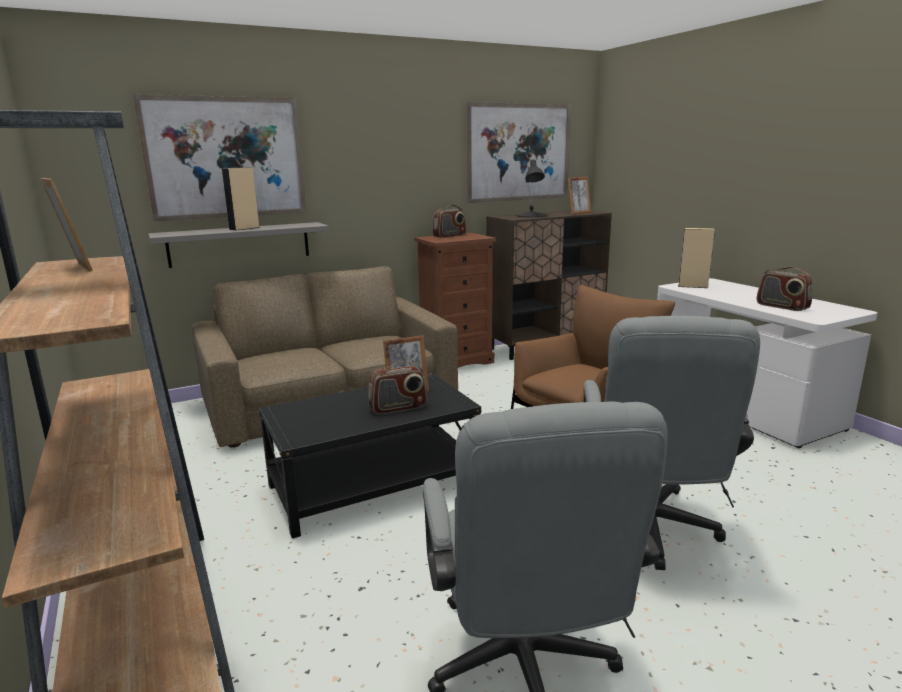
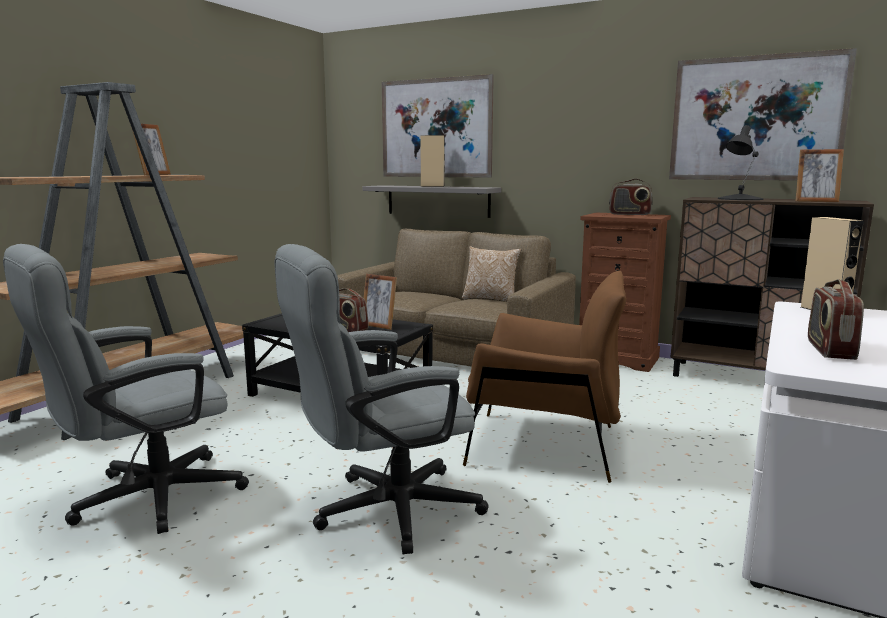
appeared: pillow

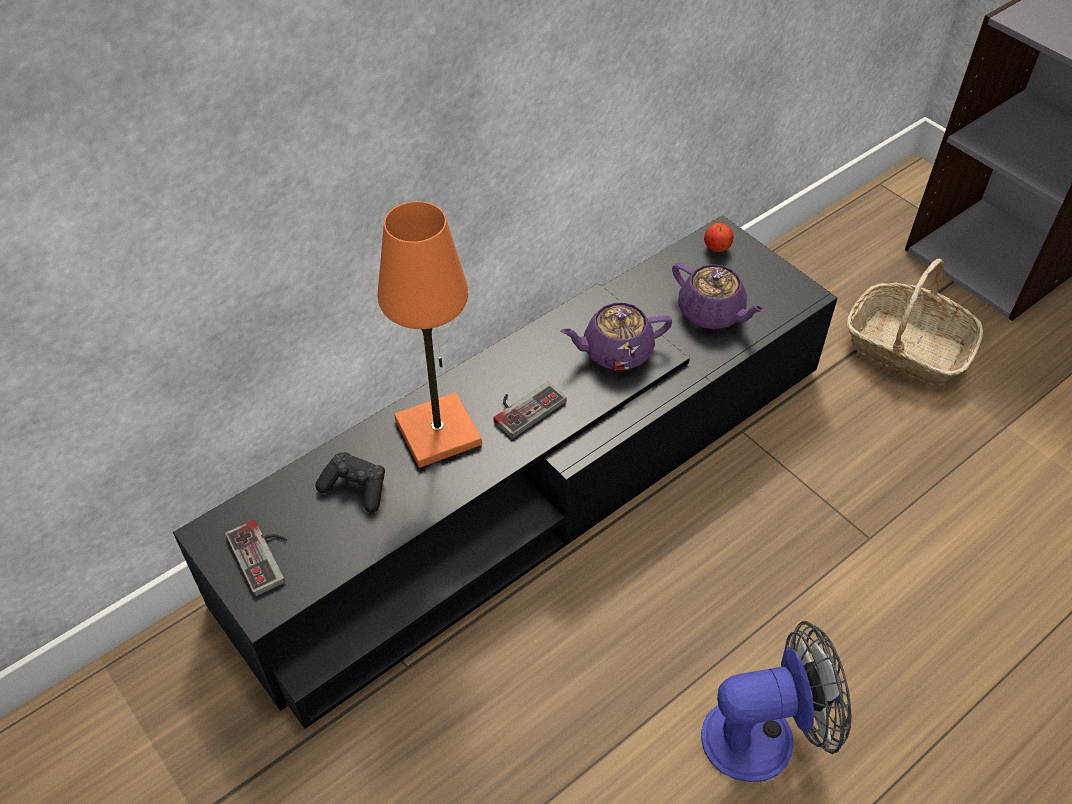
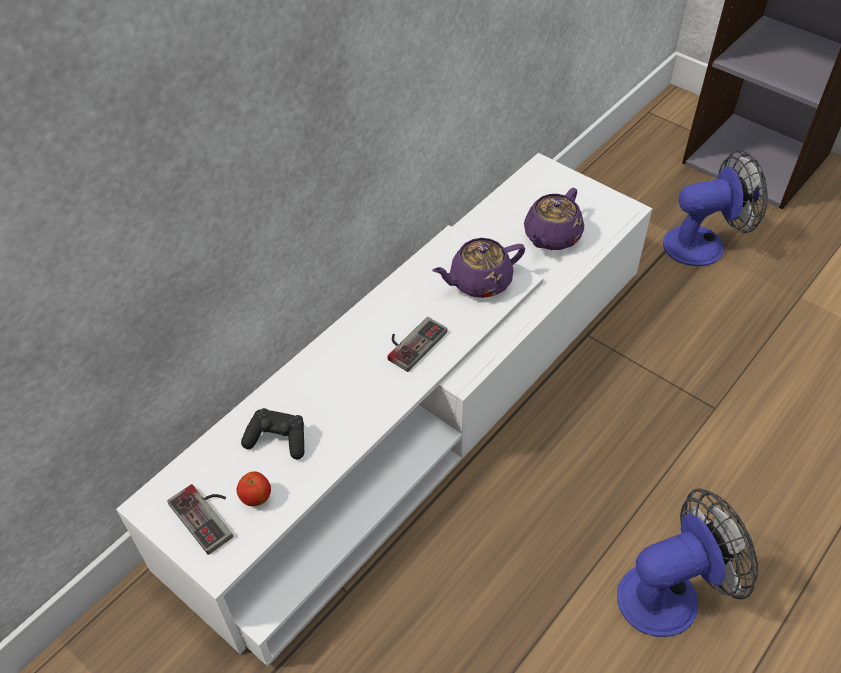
missing: table lamp in orangey
relocated: whole apple
exchanged: household basket to electric fan (no. 2 from left)
colour: tv unit in black to tv unit in whitish
spun: tea pot in purple (no. 2 from left) 90 degrees clockwise

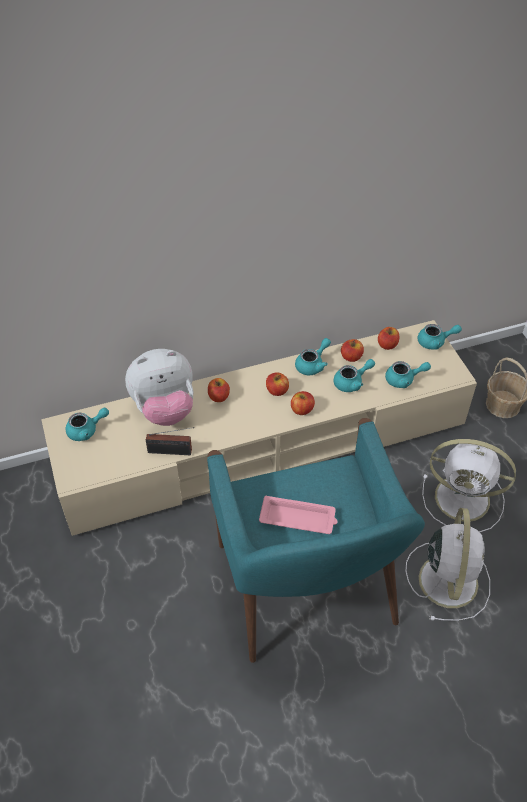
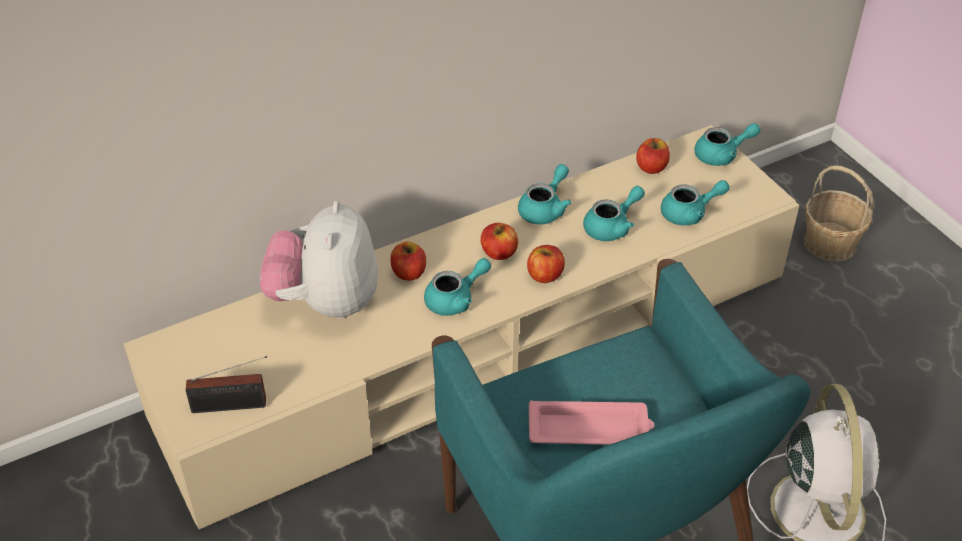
missing: whole apple (no. 4 from left); electric fan in whitish (no. 2 from left)
relocated: radio receiver; tea pot in blue-green (no. 1 from left)
spun: soft toy 120 degrees clockwise

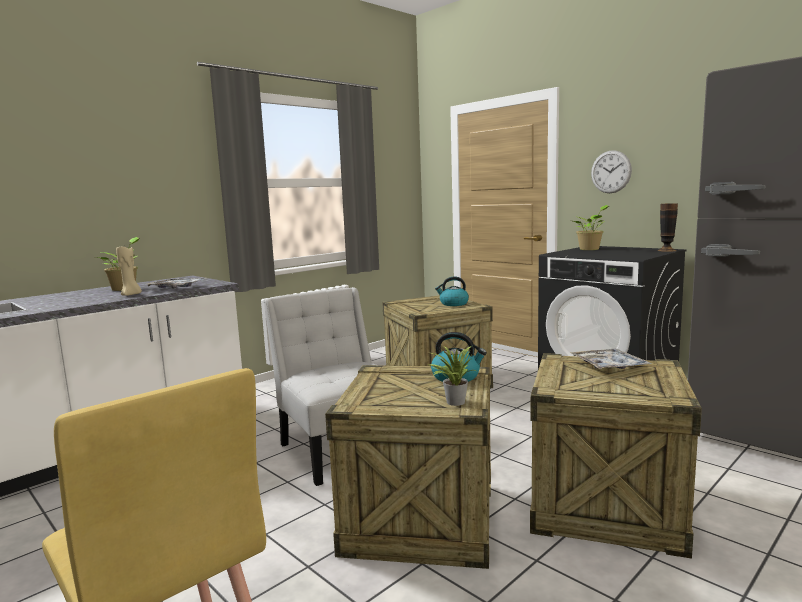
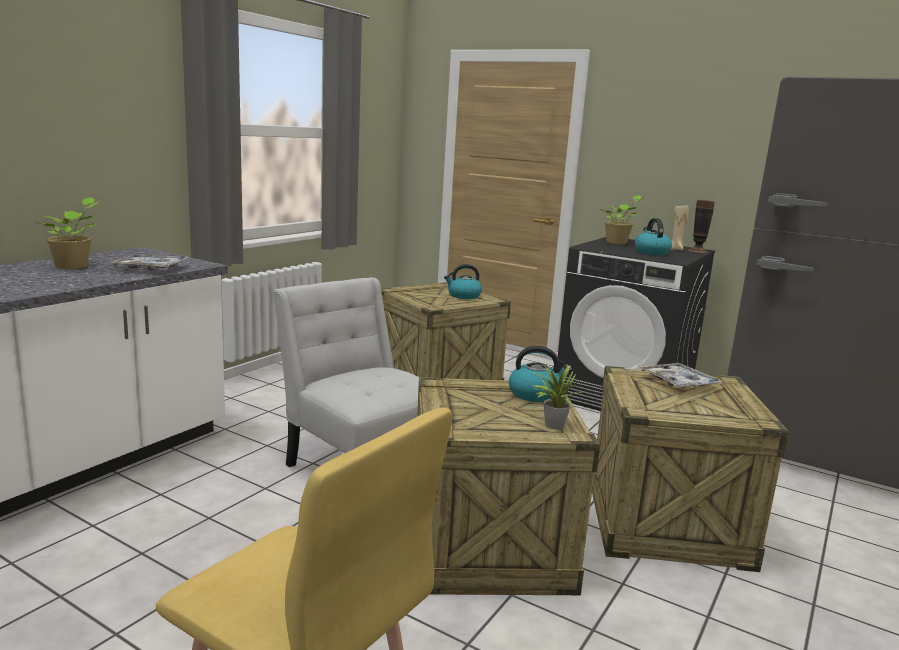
missing: wall clock
appeared: kettle (no. 3 from left)
relocated: wax light in sand-coloured

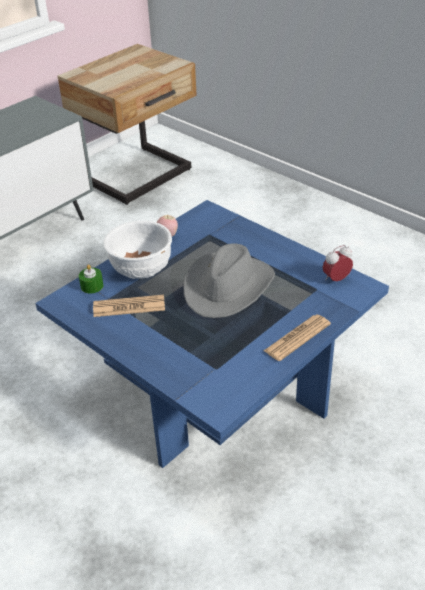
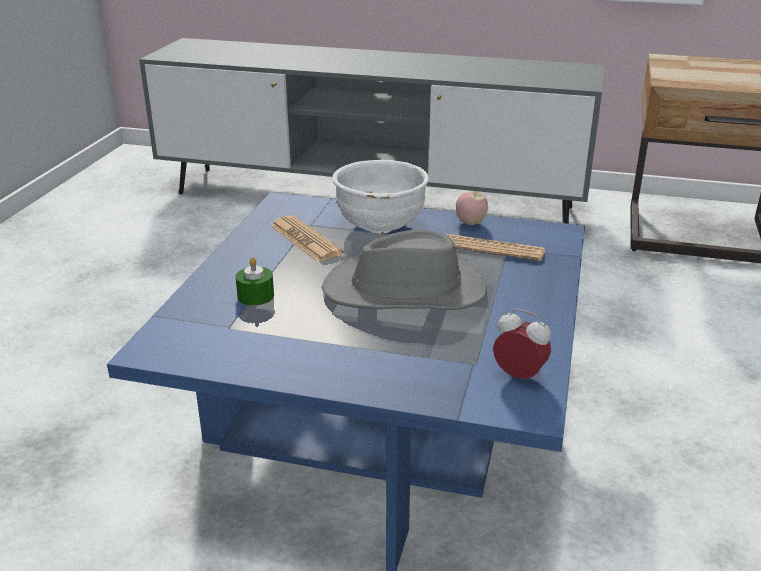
relocated: wax light in green-coloured; daily paper (no. 2 from left)

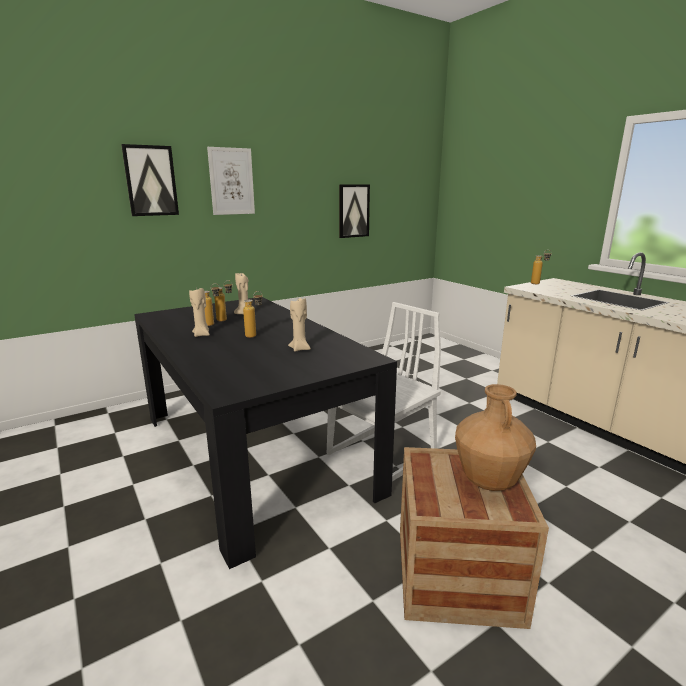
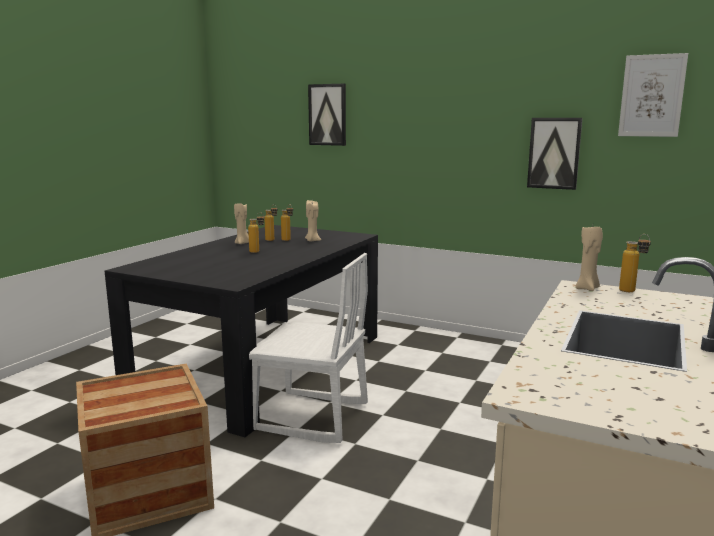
missing: vase in brownish
relocated: wax light in sand-coloured (no. 3 from left); wall art (no. 2 from left in the first image) to wall art (no. 3 from left)

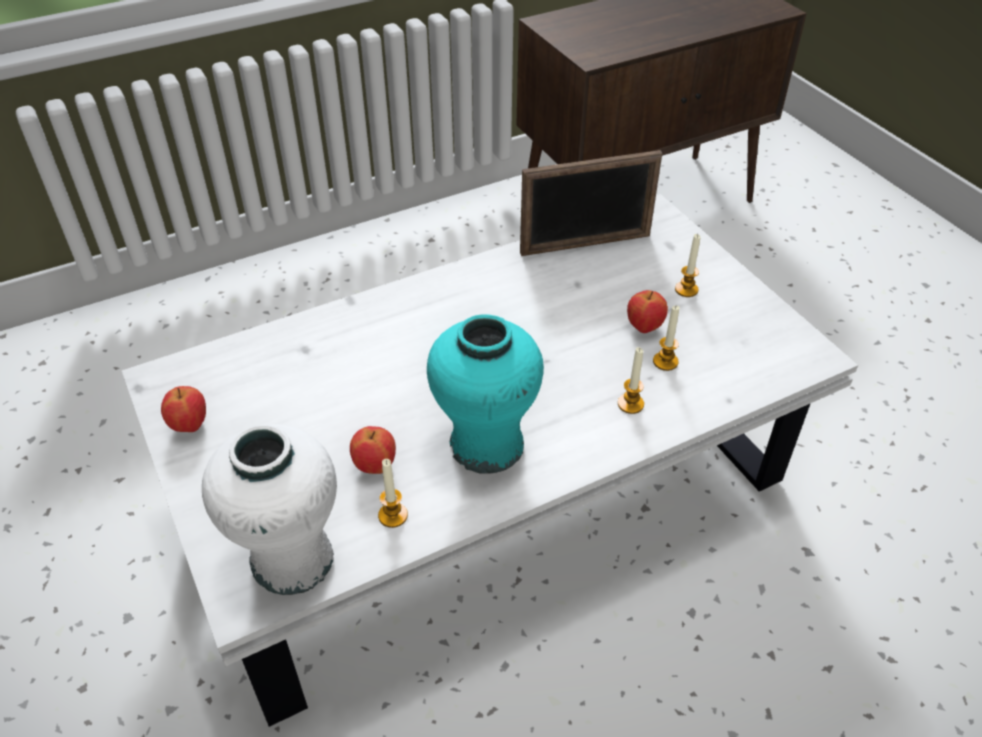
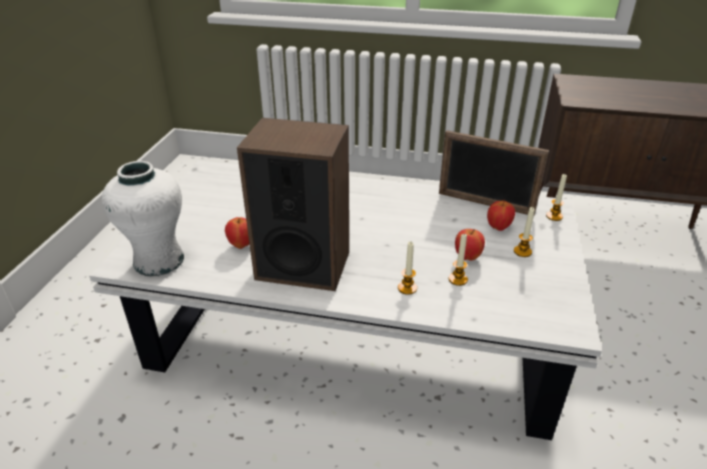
relocated: whole apple (no. 1 from left in the first image) to whole apple (no. 3 from left); wax light (no. 1 from left in the first image) to wax light (no. 4 from left)
exchanged: vase in blue-green to loudspeaker

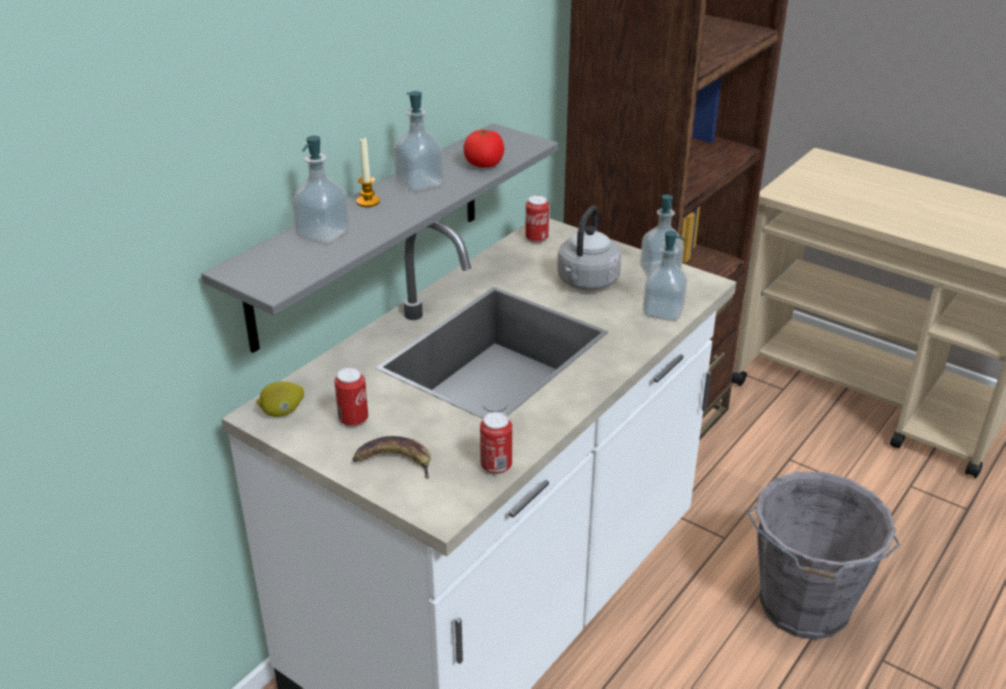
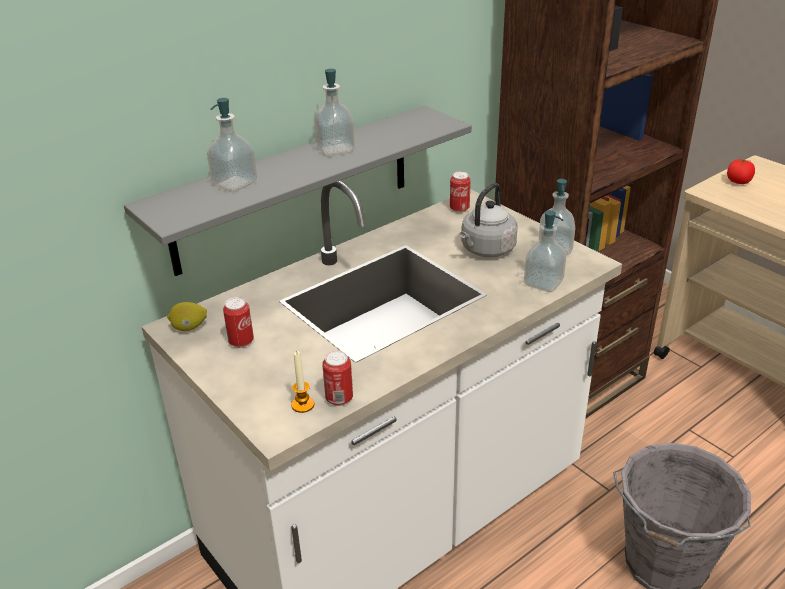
missing: banana fruit
relocated: wax light; fresh tomato

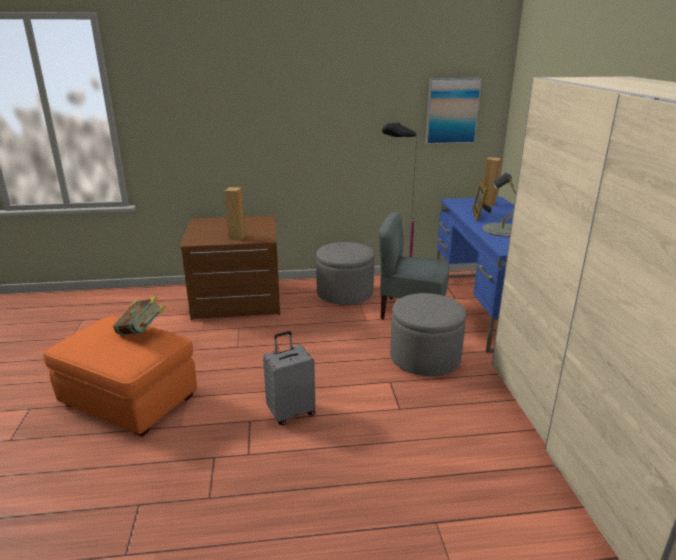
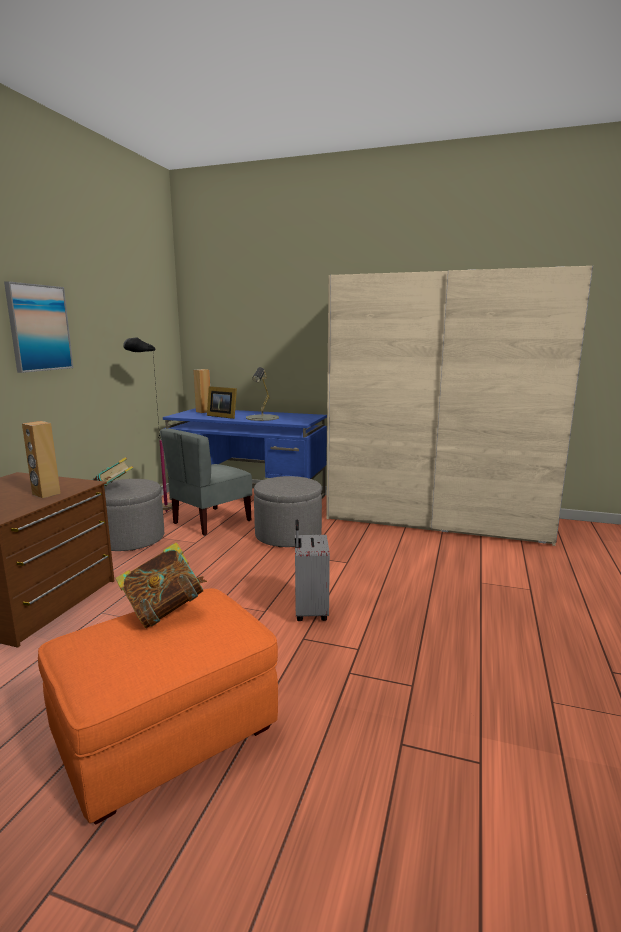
appeared: book (no. 1 from left)
relocated: wall art

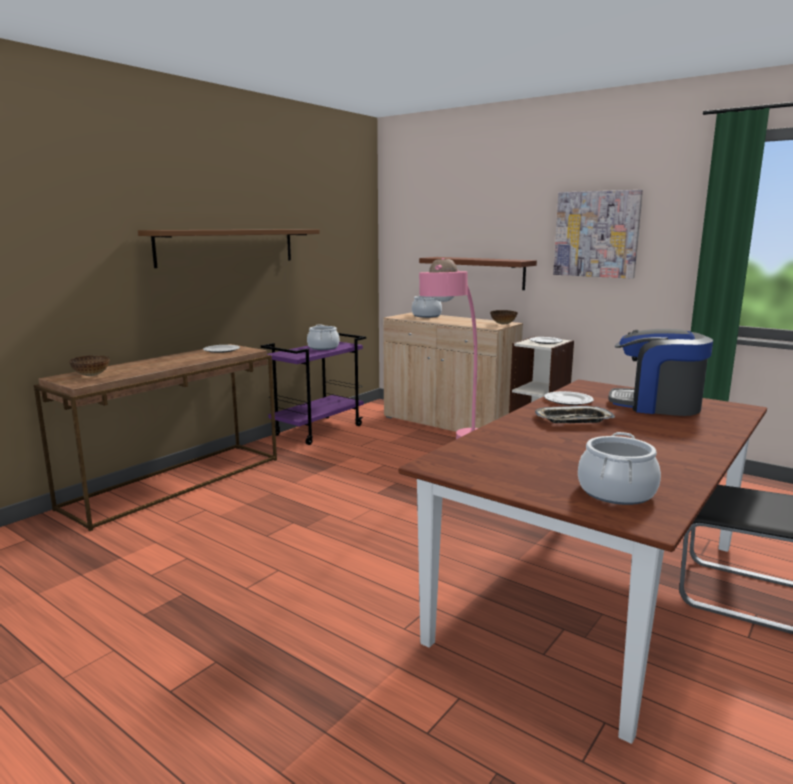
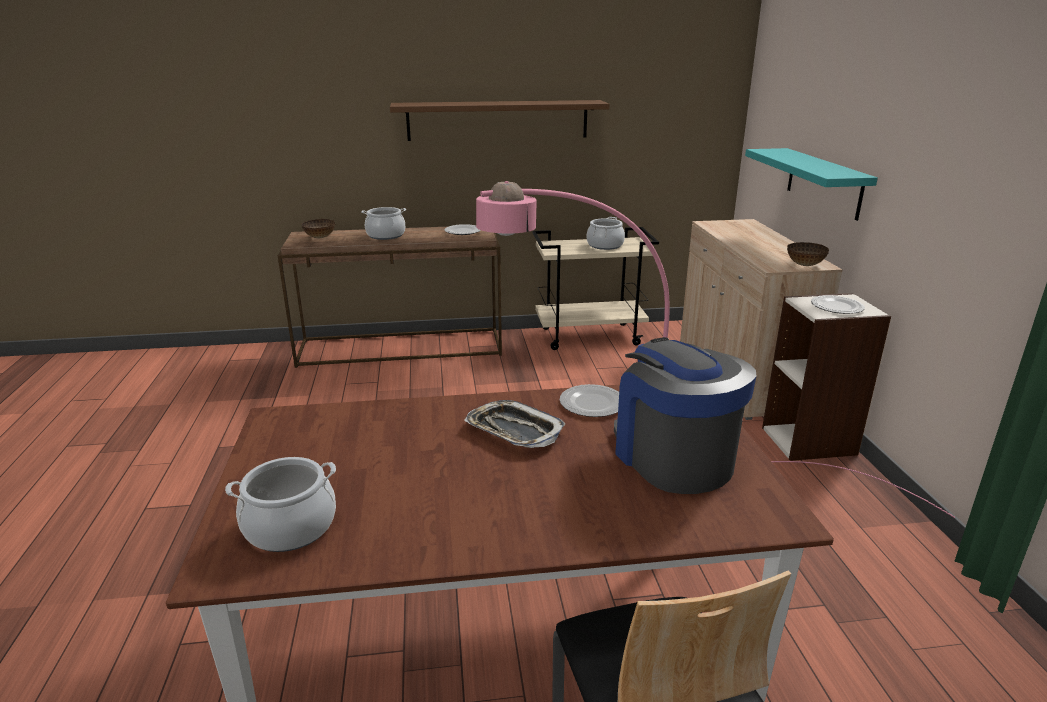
missing: wall art
relocated: saucepot (no. 2 from left)
colour: trolley in purple to trolley in sand-coloured; bracket shelf in brownish (no. 2 from left) to bracket shelf in blue-green

